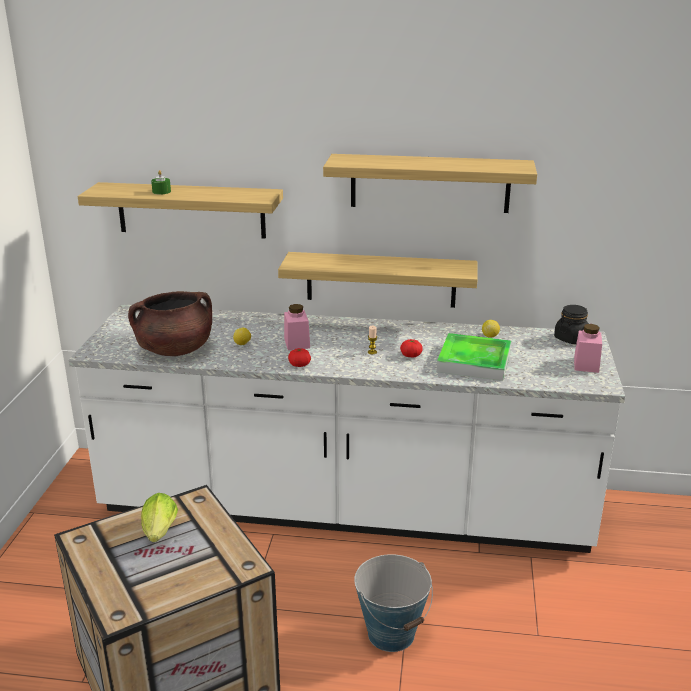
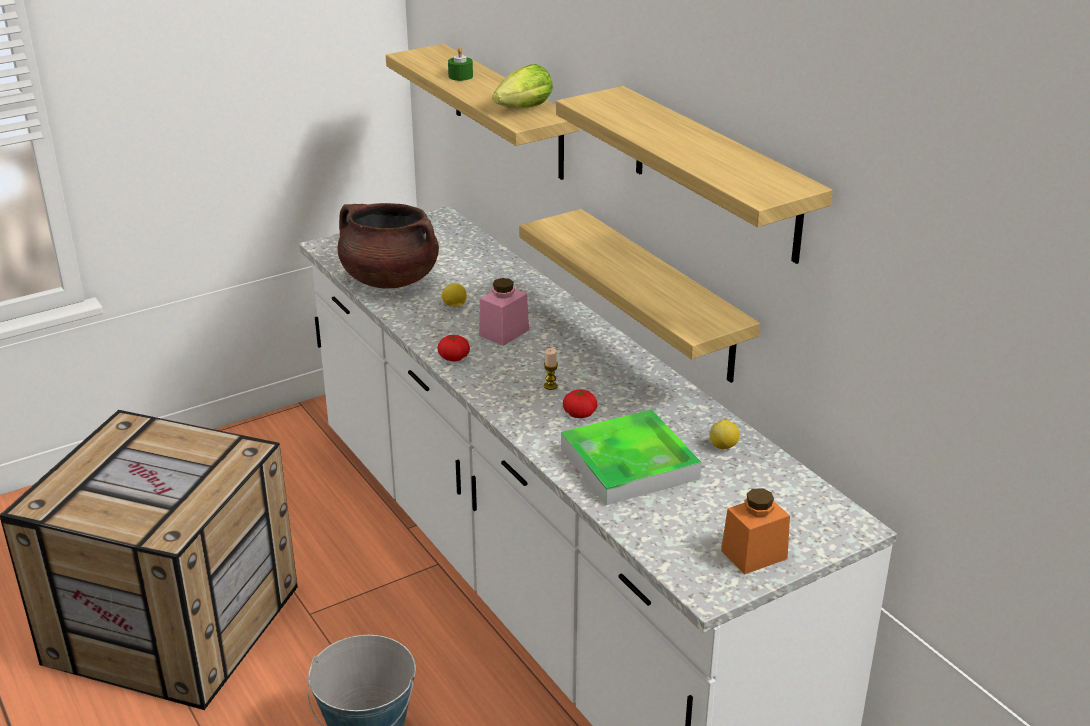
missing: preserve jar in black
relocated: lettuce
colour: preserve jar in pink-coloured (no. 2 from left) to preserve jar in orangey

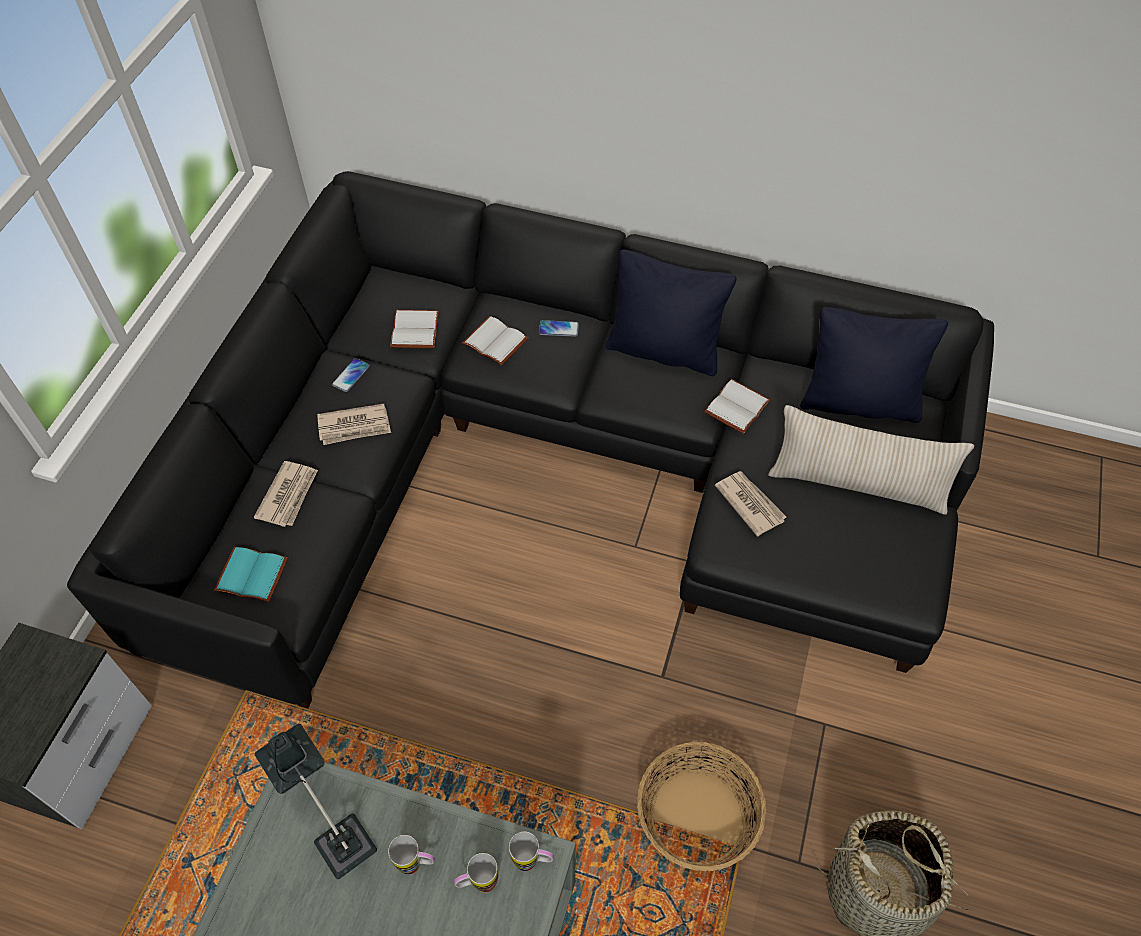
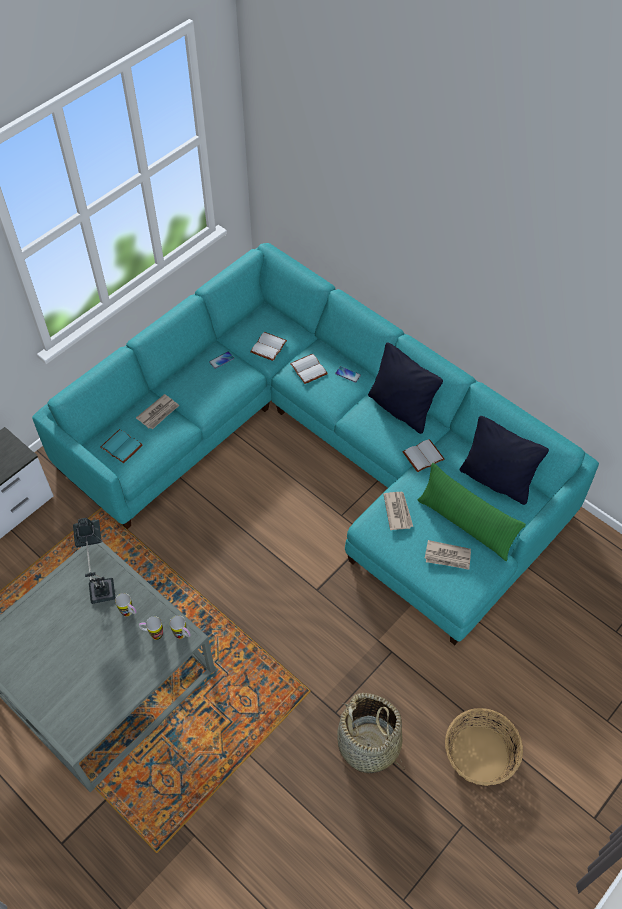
relocated: daily paper (no. 2 from left in the first image) to daily paper (no. 3 from left); household basket (no. 1 from left in the first image) to household basket (no. 2 from left)
colour: couch in black to couch in blue-green; pillow in sand-coloured to pillow in green-coloured

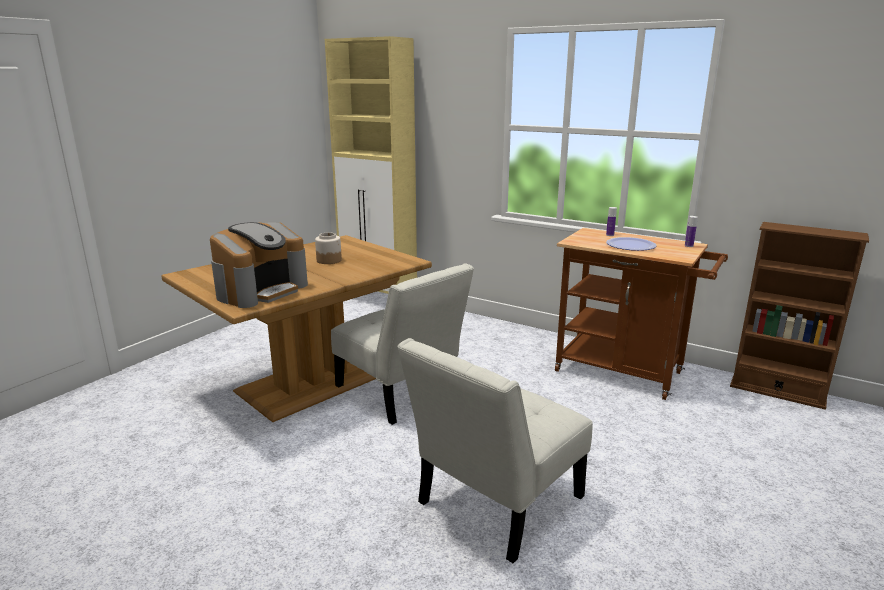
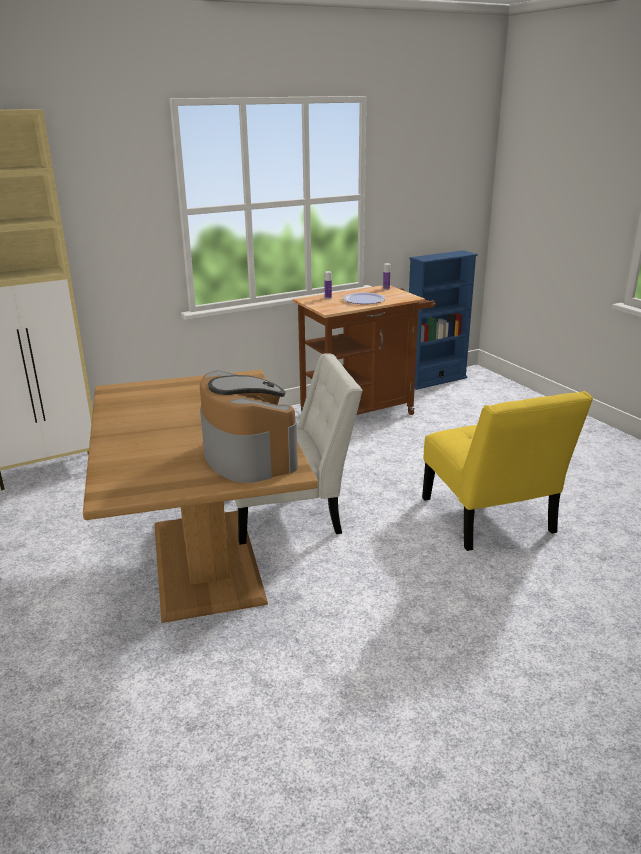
missing: preserve jar
colour: bookshelf in brownish to bookshelf in bluish; plain chair in whitish (no. 2 from left) to plain chair in yellow-coloured

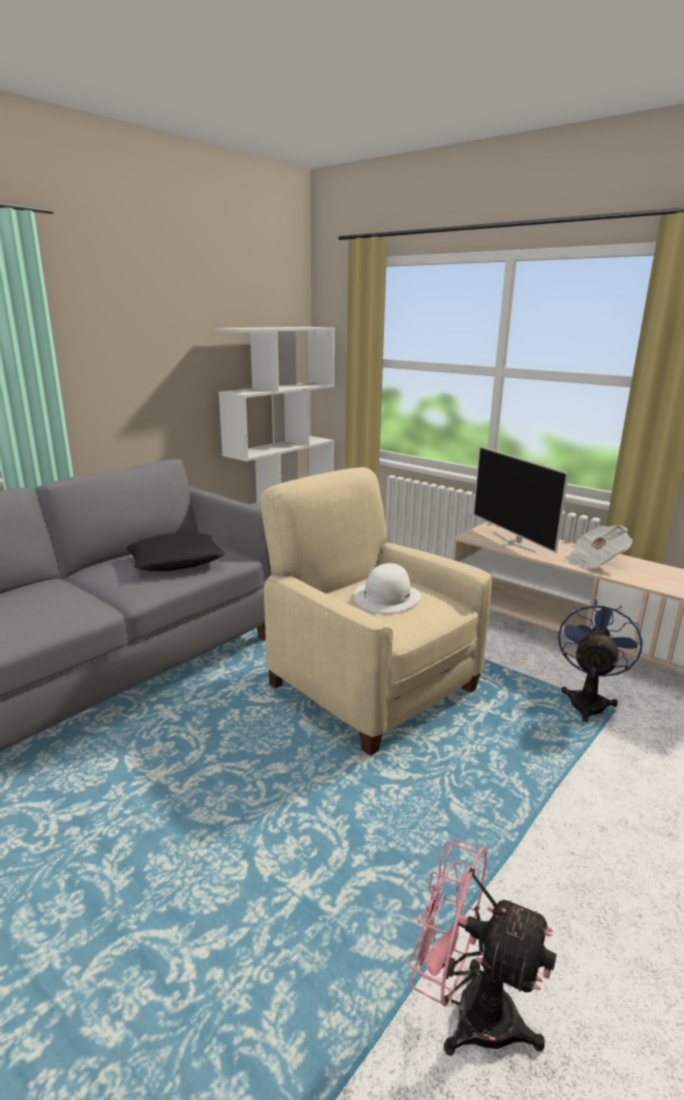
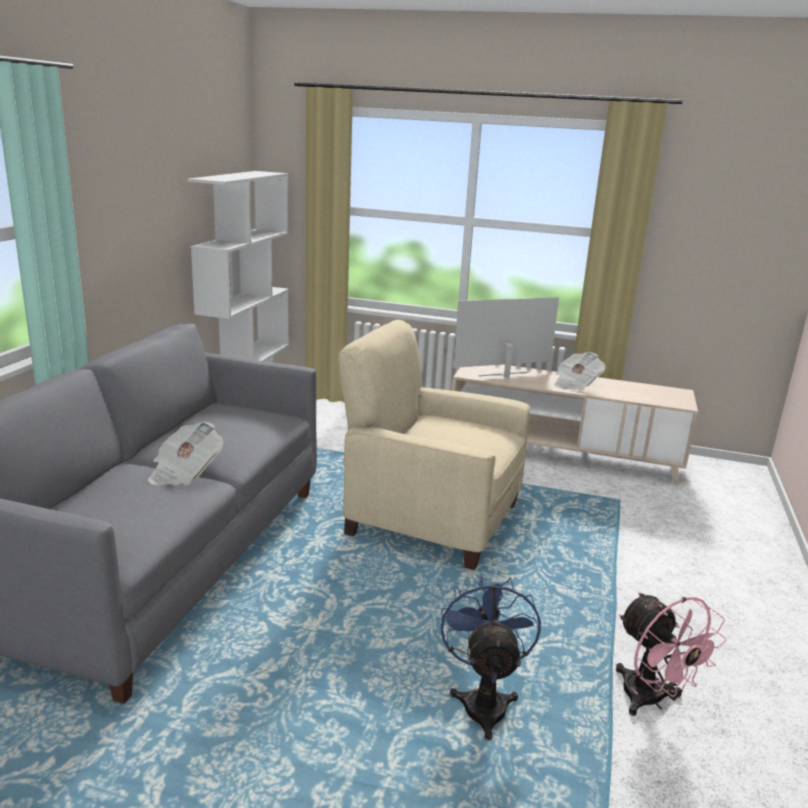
missing: pillow in black; hat in whitish
appeared: daily paper (no. 1 from left)
relocated: electric fan in bluish
spun: TV 120 degrees clockwise; electric fan in pink-coloured 120 degrees counterclockwise

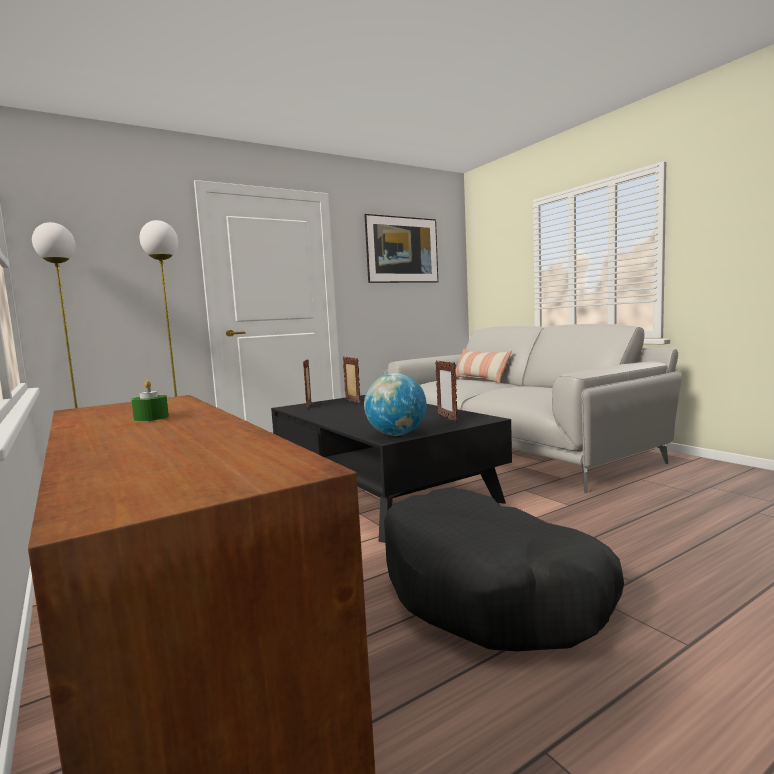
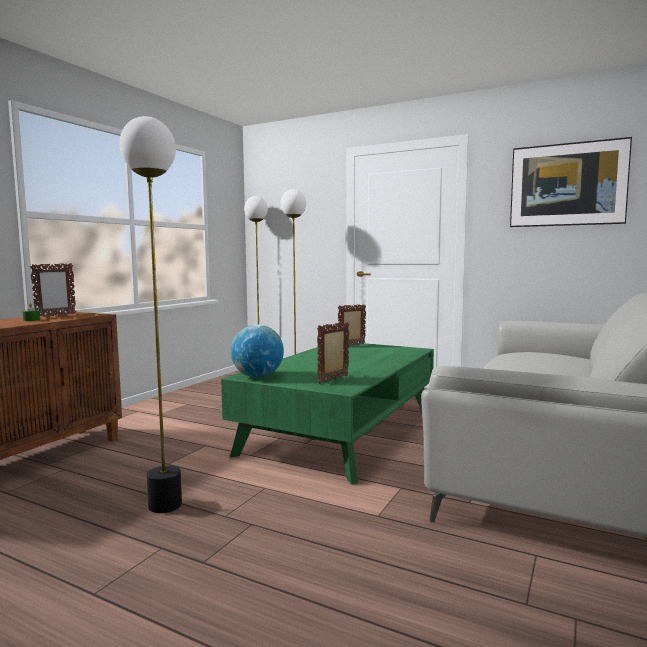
missing: pillow
relocated: standing frame (no. 2 from left in the first image) to standing frame (no. 1 from left)
exchanged: pet bed in black to standing lamp (no. 1 from left)
colour: low table in black to low table in green-coloured

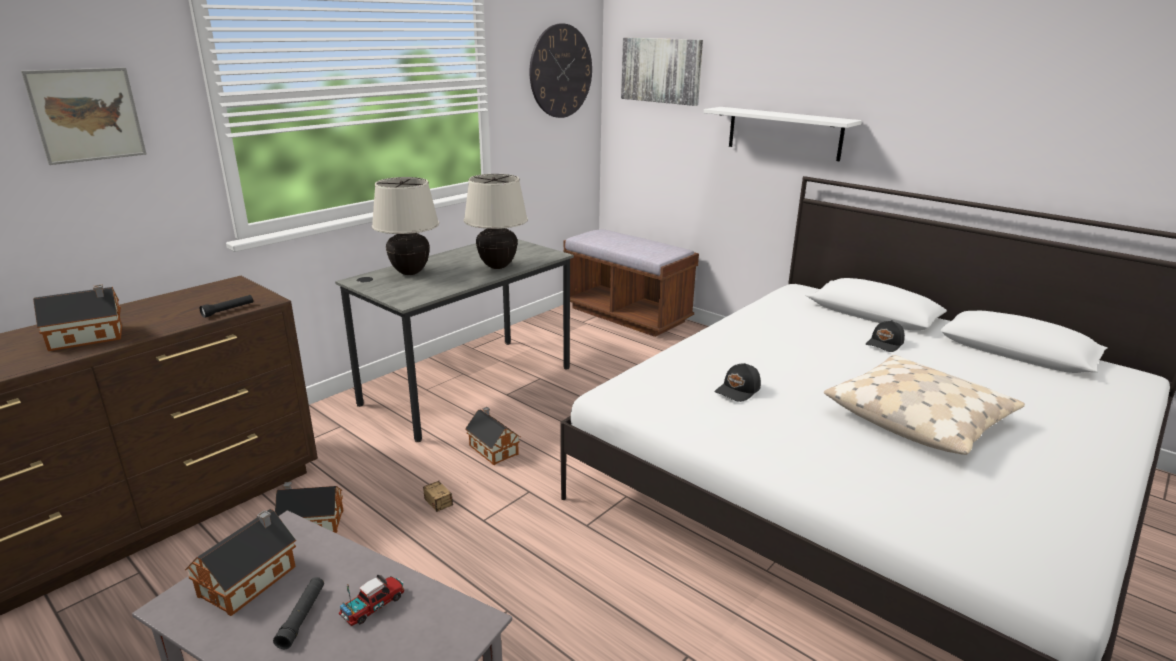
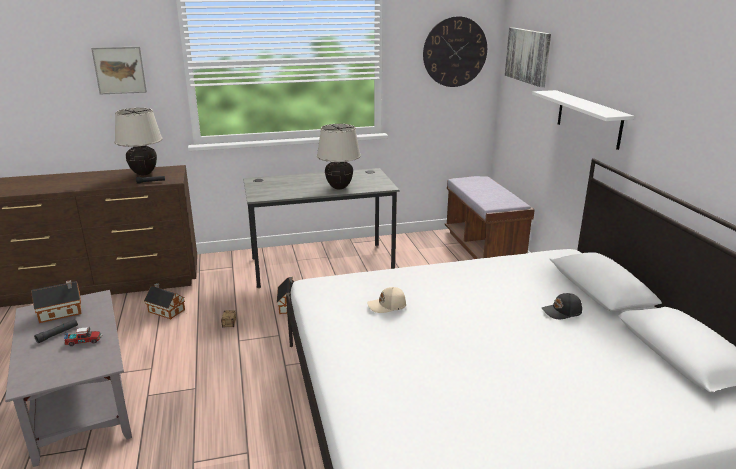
missing: miniature house (no. 1 from left); pillow in sand-coloured
relocated: table lamp in sand-coloured (no. 1 from left)
colour: peaked cap in black (no. 1 from left) to peaked cap in sand-coloured

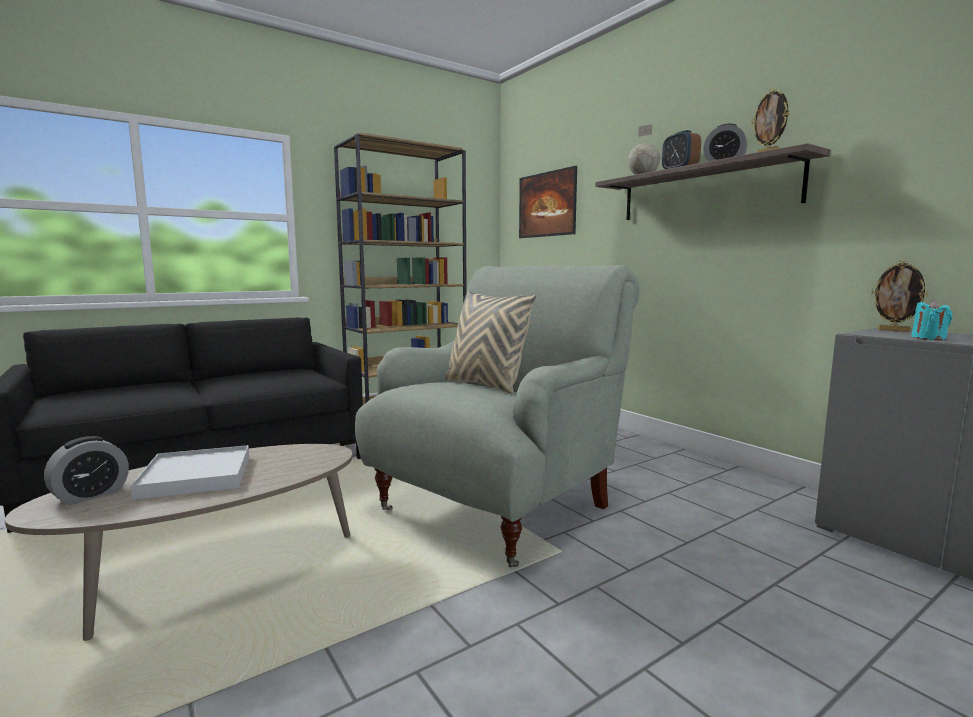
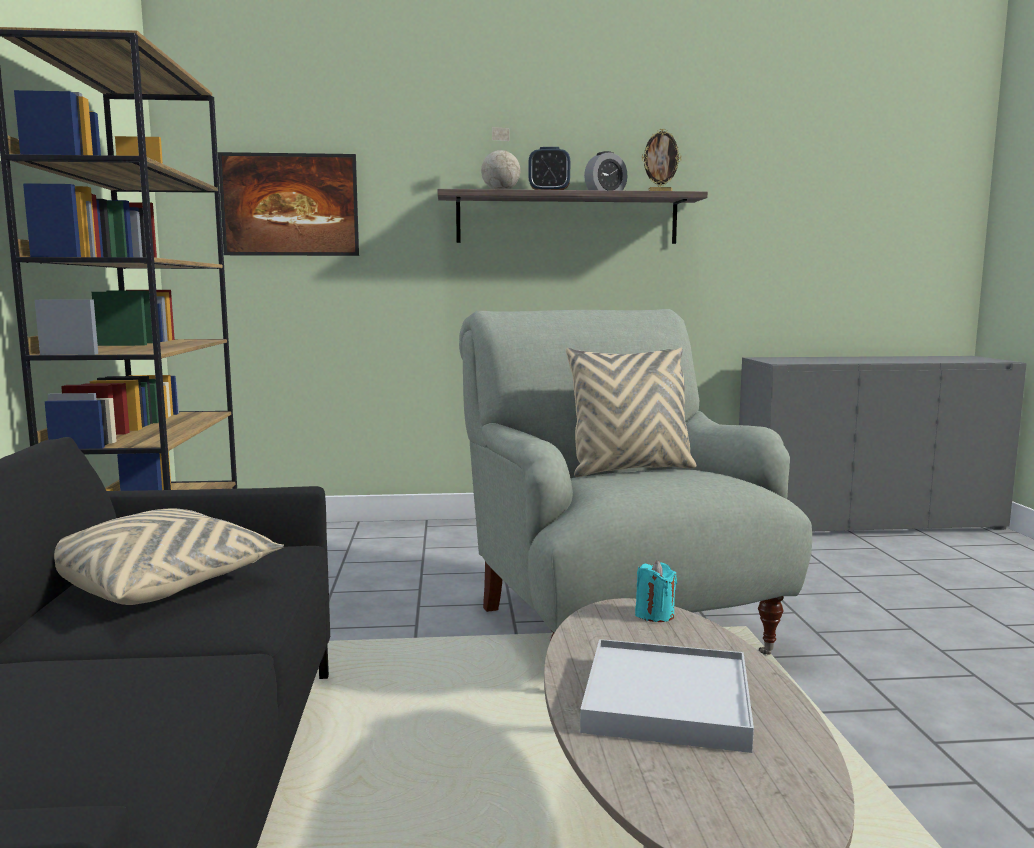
missing: table clock (no. 1 from left); standing frame (no. 2 from left)
appeared: pillow in sand-coloured (no. 1 from left)
relocated: wax light in blue-green

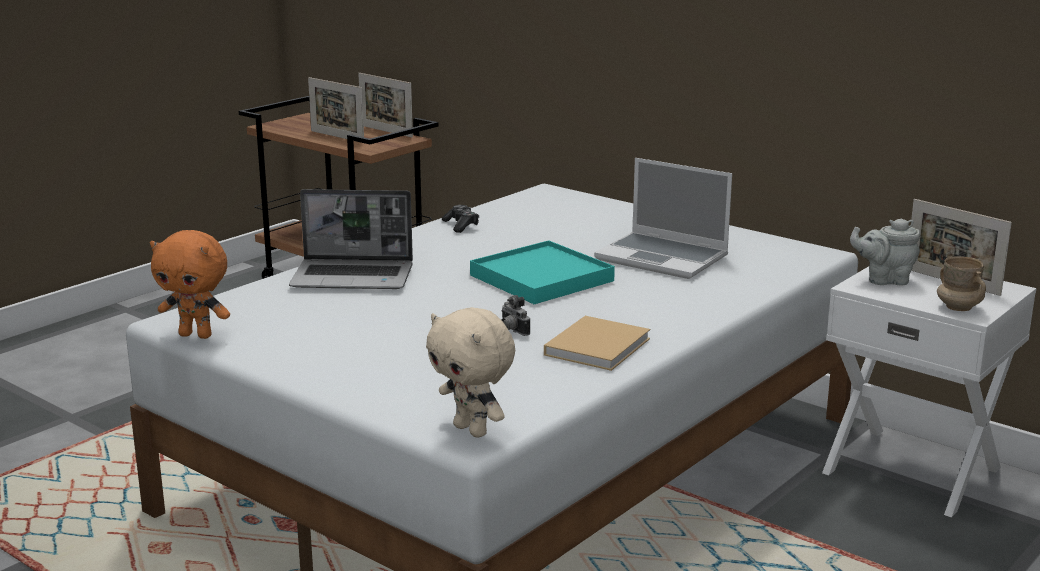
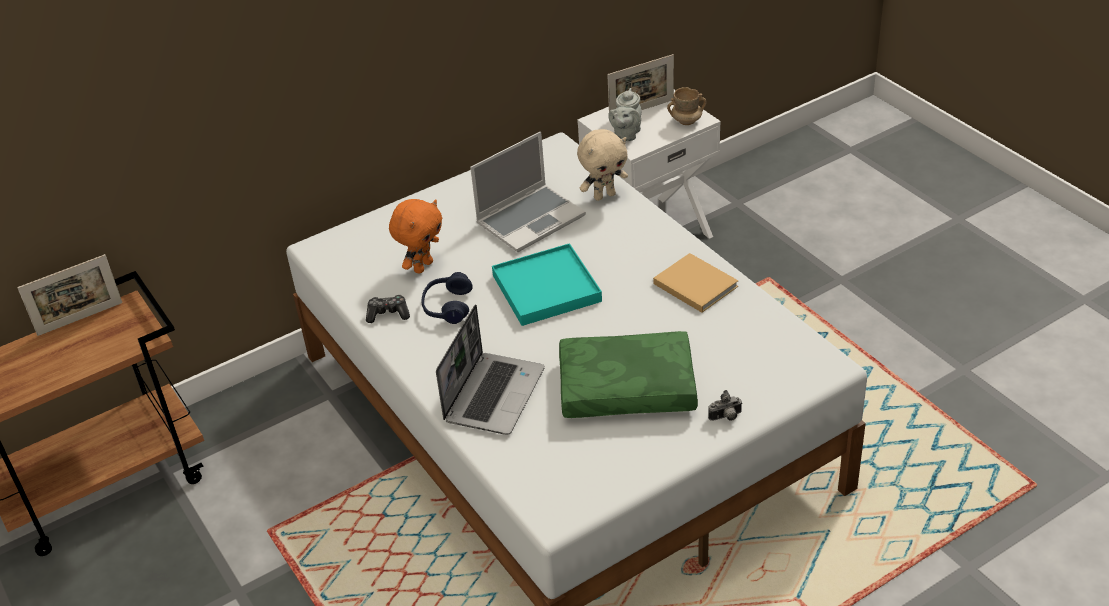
missing: standing frame (no. 1 from left)
appeared: pair of headphones in bluish; pillow in green-coloured
relocated: soft toy in orangey; soft toy in sand-coloured; still camera

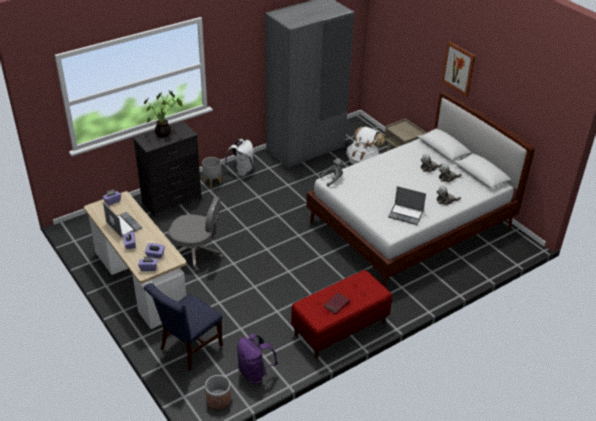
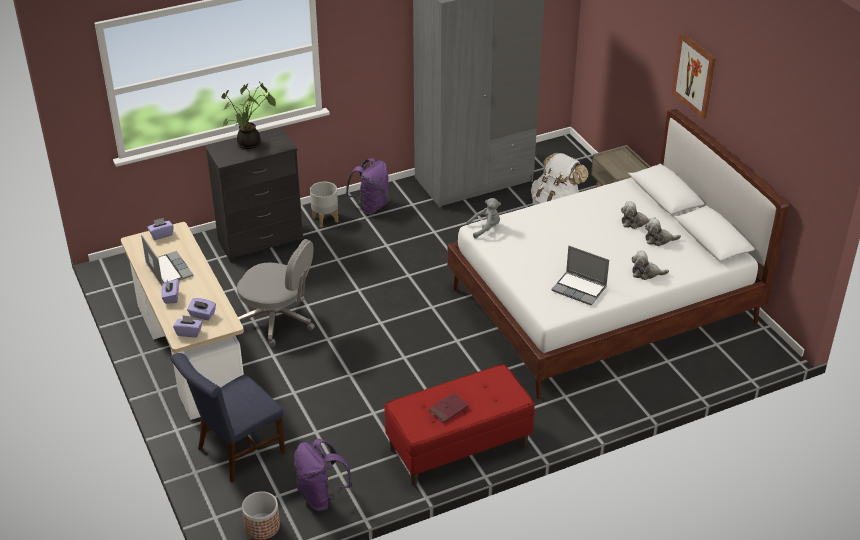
colour: knapsack in whitish (no. 1 from left) to knapsack in purple (no. 2 from left)

